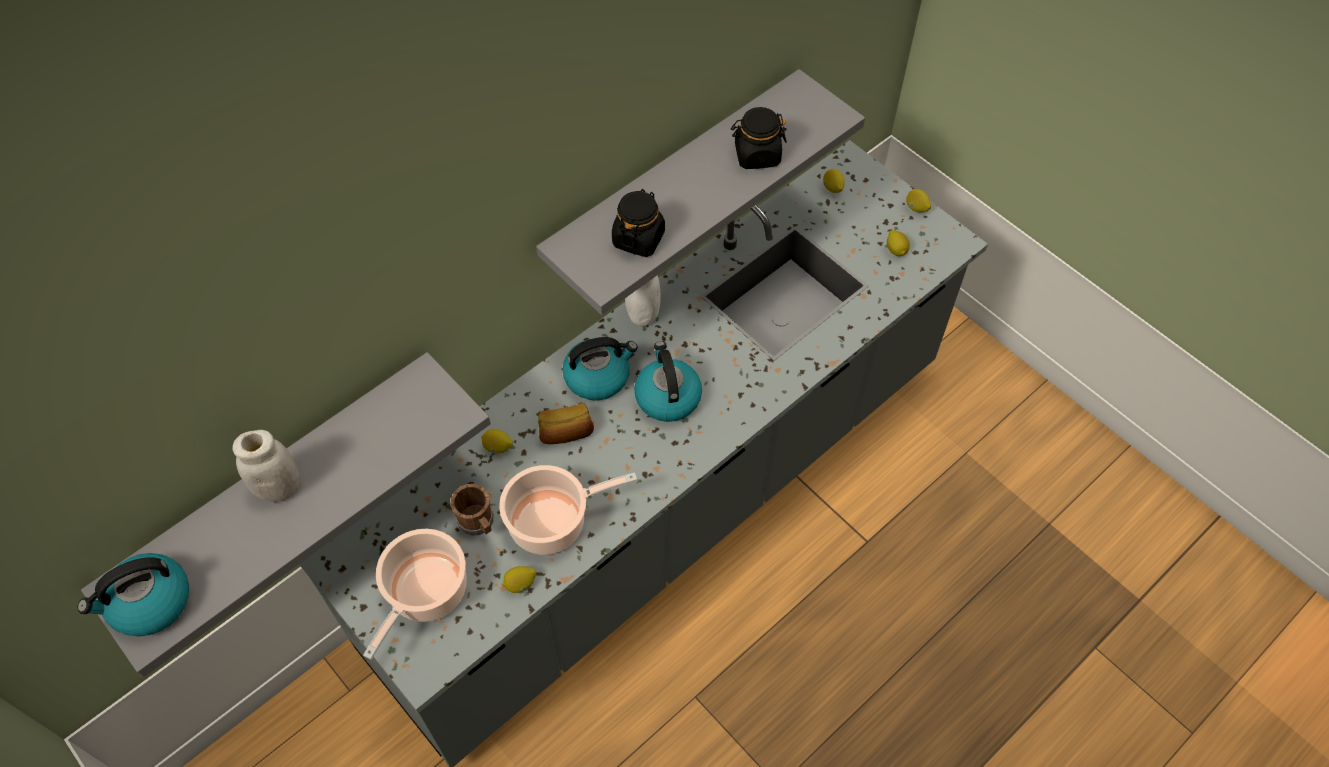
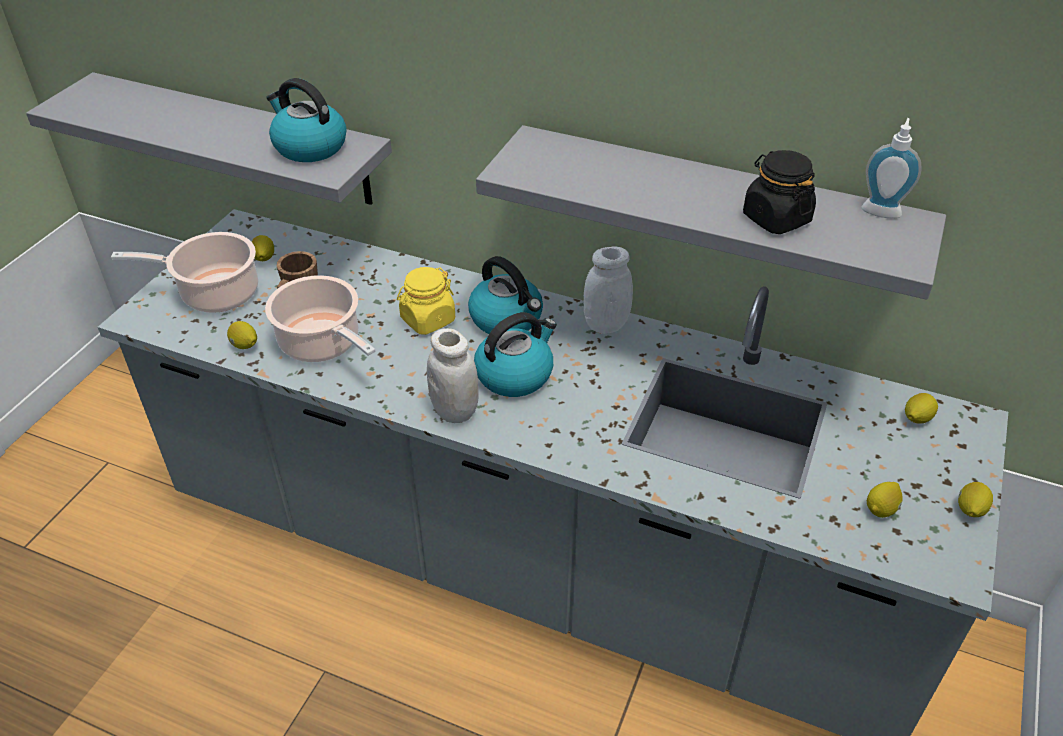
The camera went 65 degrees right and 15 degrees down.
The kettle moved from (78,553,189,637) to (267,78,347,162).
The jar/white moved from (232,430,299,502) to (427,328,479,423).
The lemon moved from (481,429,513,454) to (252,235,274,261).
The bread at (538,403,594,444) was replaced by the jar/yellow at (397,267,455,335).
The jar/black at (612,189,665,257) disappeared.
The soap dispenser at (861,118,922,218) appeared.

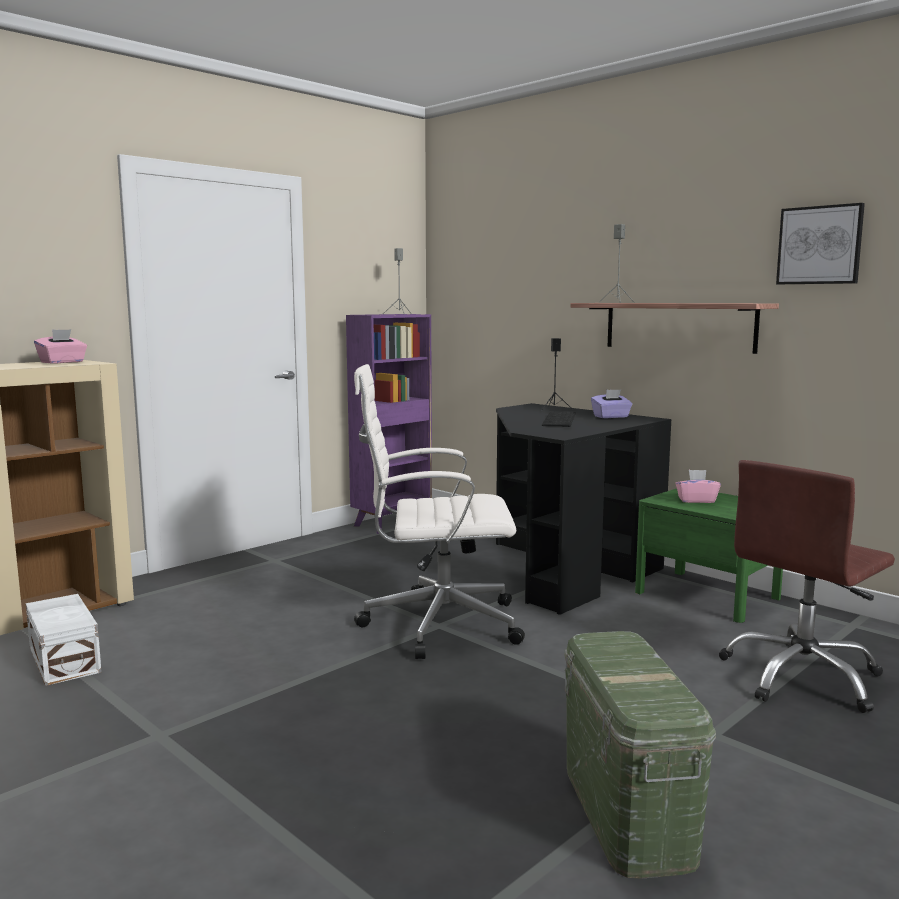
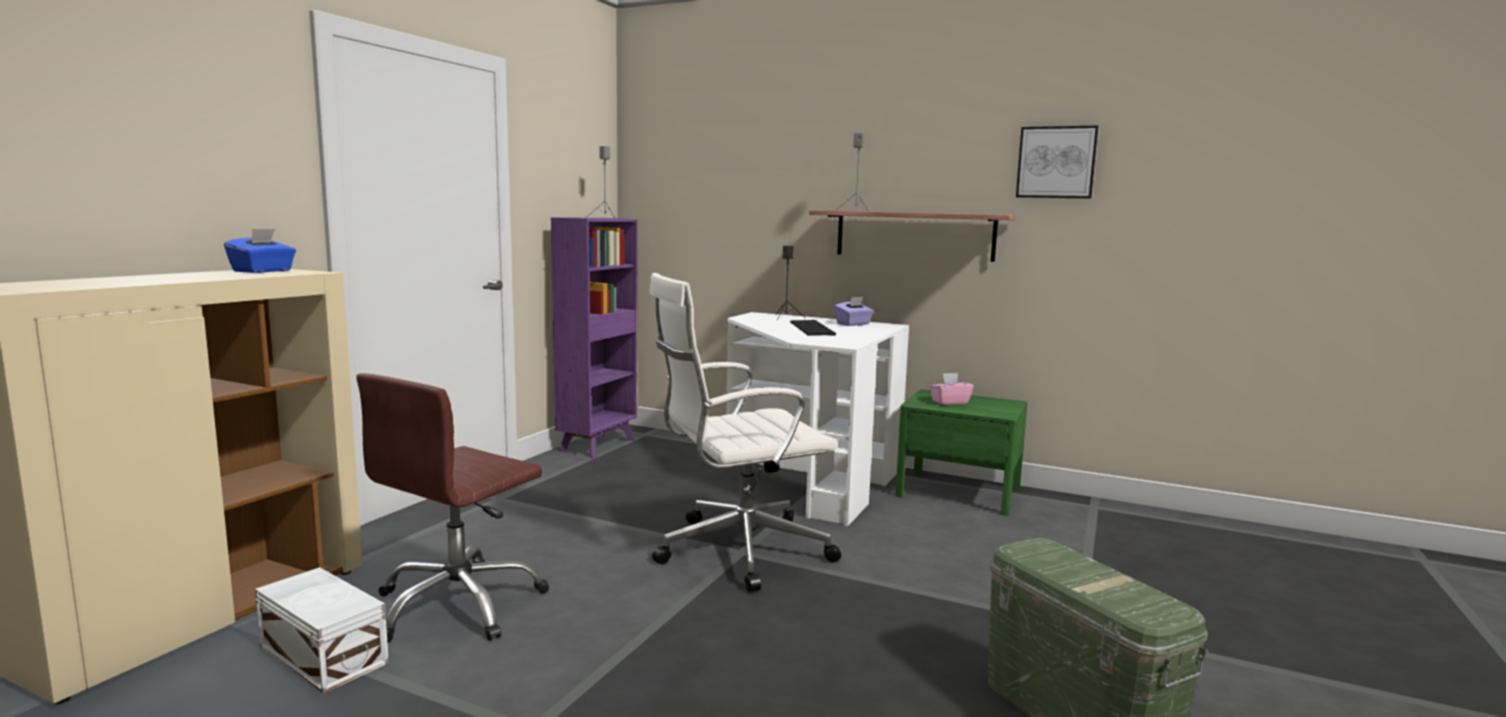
The camera went 20 degrees left and 0 degrees up.
The tissue box/pink at (34,329,87,364) became the tissue box/blue at (224,229,296,273).
The desk/black at (496,403,671,615) became the desk/white at (726,312,909,526).
The office chair/brown moved from (719,460,895,713) to (356,373,549,643).

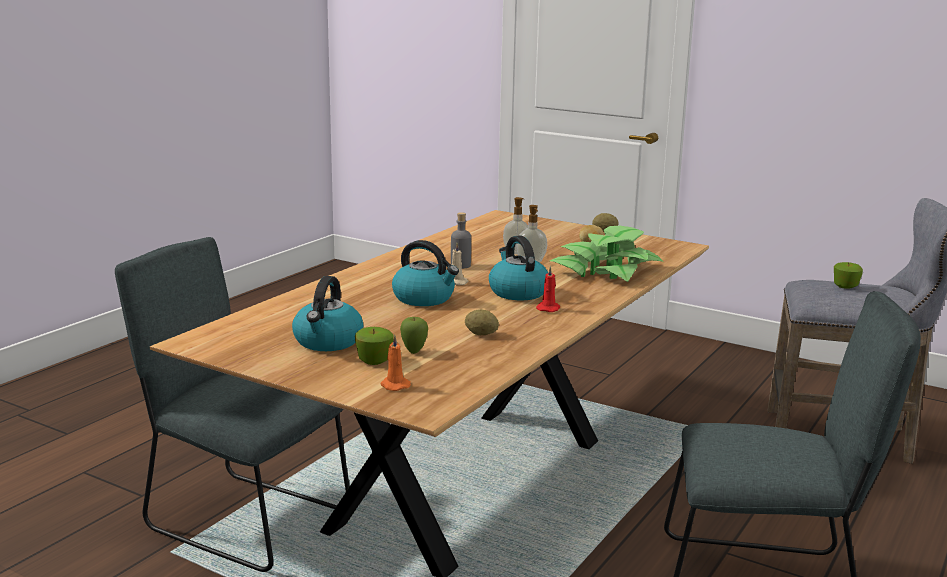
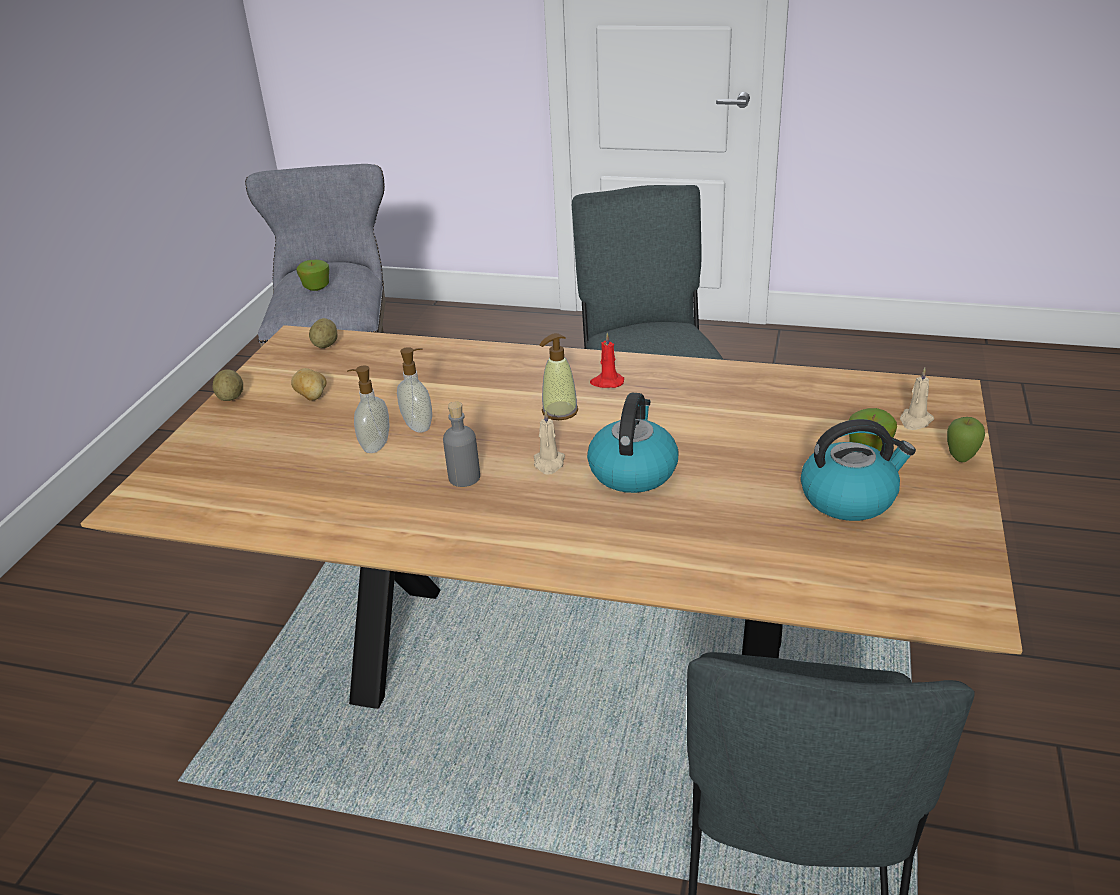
The camera went 105 degrees left and 15 degrees up.
The candle/orange at (380,335,411,391) became the candle/beige at (900,368,934,430).
The apple moved from (400,317,428,354) to (947,417,985,462).
The potato moved from (465,309,499,335) to (309,318,337,348).
The kettle at (489,236,548,300) was replaced by the soap dispenser at (539,333,578,420).
The potted plant at (550,226,664,282) disappeared.

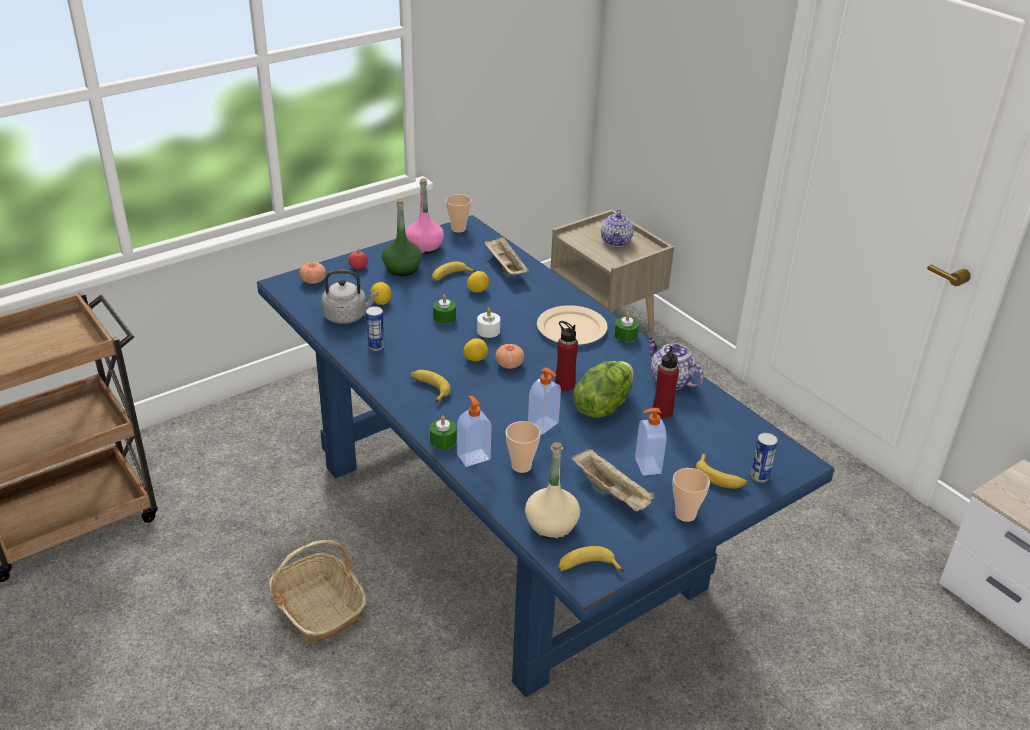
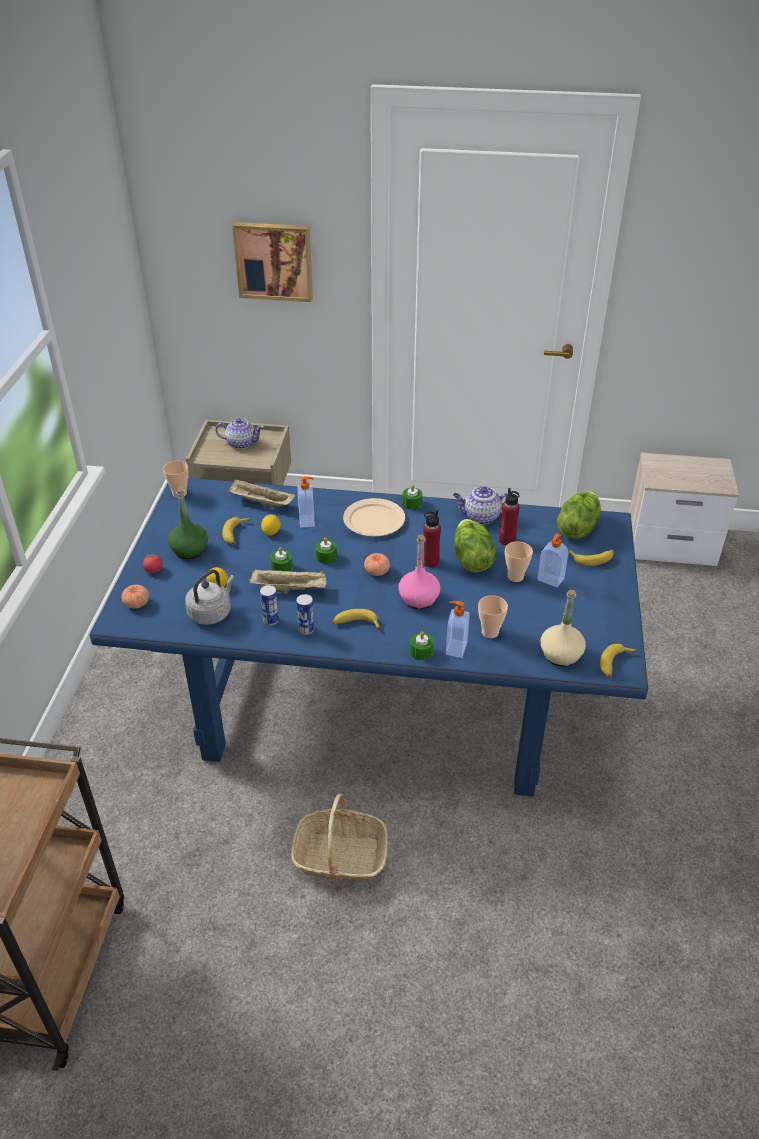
The camera went 45 degrees left and 5 degrees up.
The bottle/pink moved from (405,178,444,254) to (398,535,440,609).
The lemon at (463,338,488,361) disappeared.
The candle/white at (477,308,500,338) became the candle/green at (315,537,337,564).
The soap dispenser moved from (528,367,561,434) to (298,476,315,528).
The tray/beige moved from (571,449,655,511) to (250,569,326,593).
The teapot at (601,209,634,247) turned 45 degrees counterclockwise.
The cup moved from (672,468,710,522) to (505,541,533,582).
The can moved from (750,433,778,483) to (296,594,314,635).
The picture at (232,222,313,302) appeared.
The lettuce at (557,491,601,539) appeared.

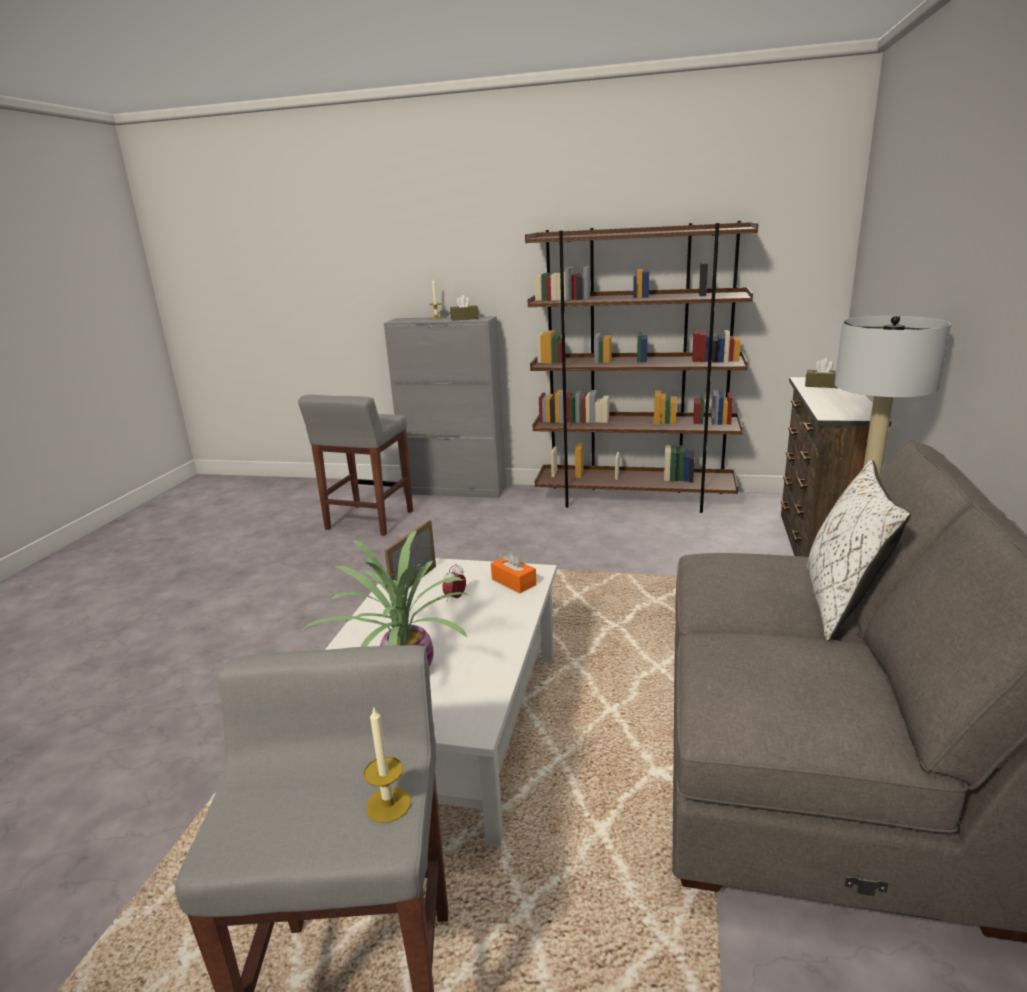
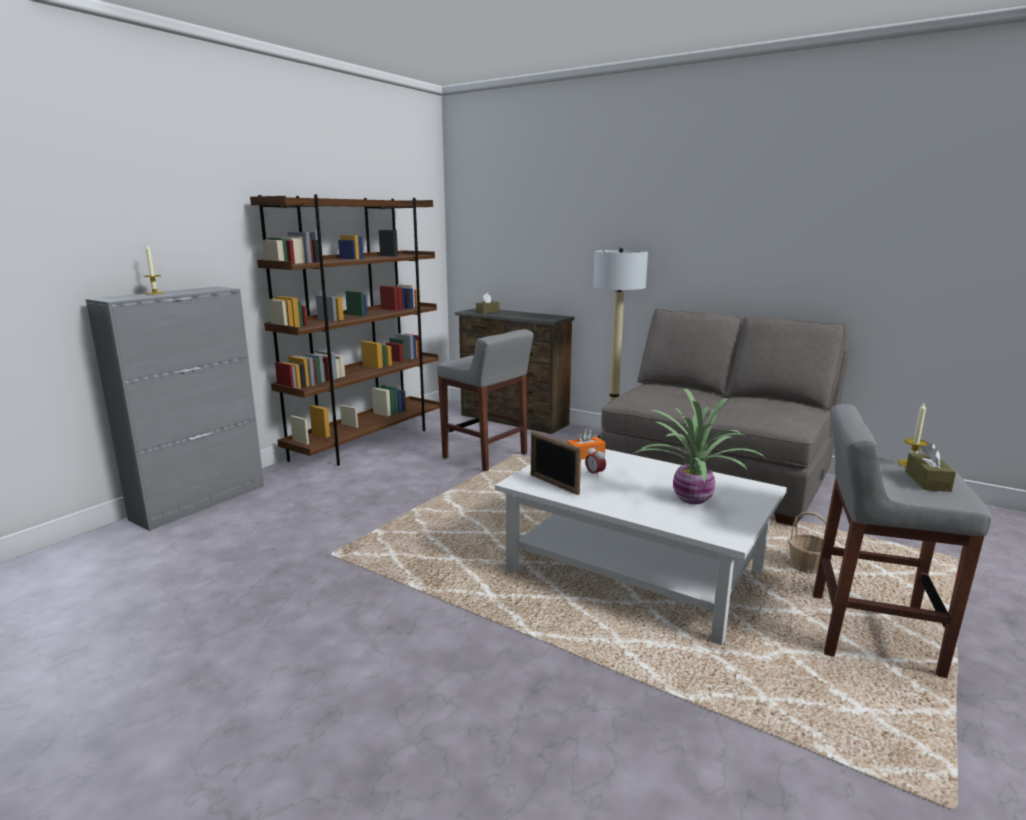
The camera went 70 degrees left and 5 degrees down.
The stool/grey moved from (298,395,413,536) to (437,329,534,471).
The tissue box/brown moved from (450,295,479,321) to (905,443,956,492).
The pillow/white at (807,460,911,641) disappeared.
The basket at (788,512,827,574) appeared.

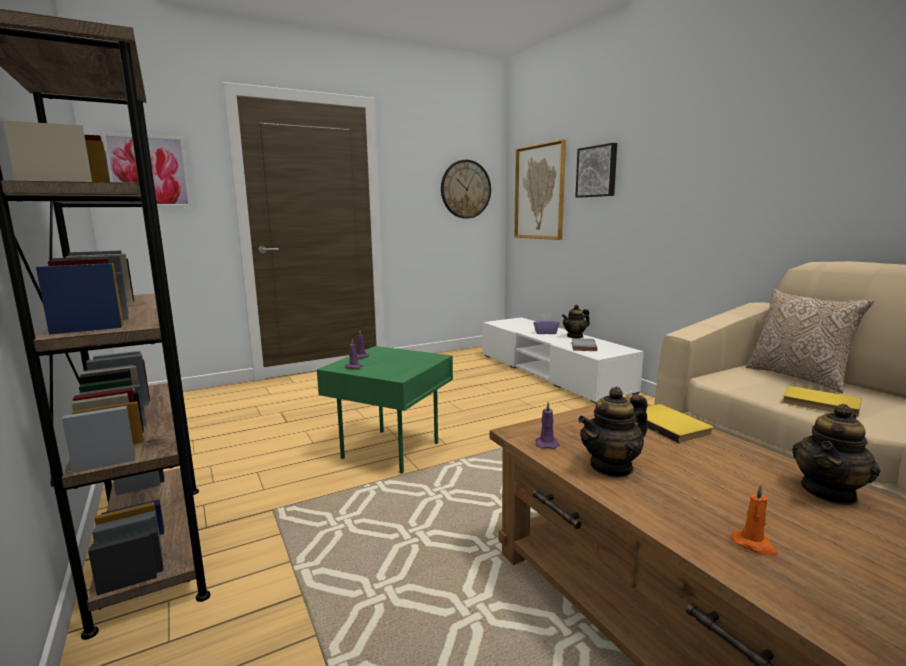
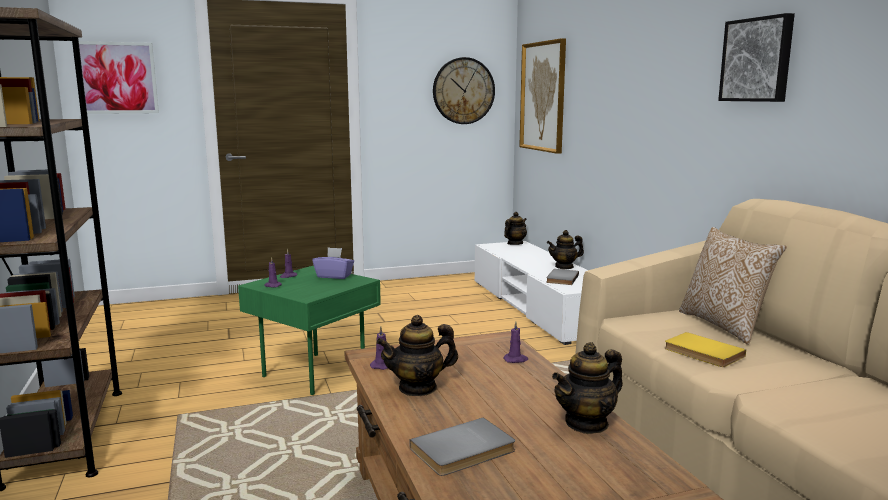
The camera went 10 degrees right and 0 degrees up.
The tissue box/purple moved from (533,314,559,334) to (312,247,354,279).
The picture moved from (575,143,617,198) to (718,13,795,102).
The book/yellow at (635,404,713,444) was replaced by the candle/purple at (503,322,528,363).
The candle/orange at (731,485,778,556) was replaced by the book/grey at (409,418,515,476).
The teapot at (504,212,527,245) appeared.

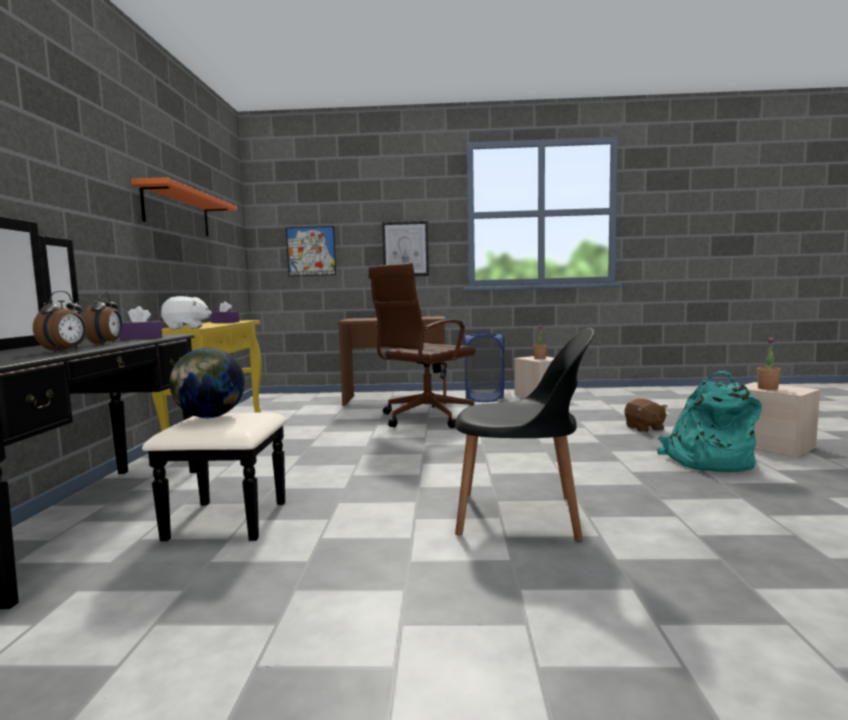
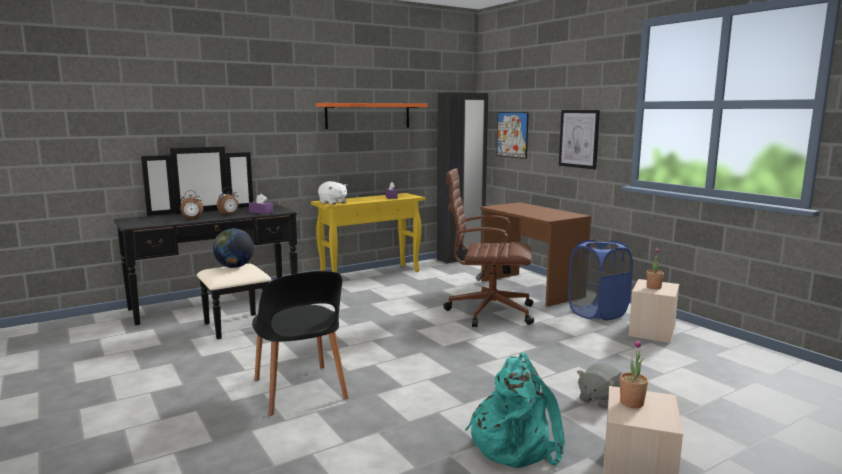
The camera went 55 degrees right and 5 degrees up.
The plush toy/brown at (624,398,668,432) became the plush toy/grey at (577,363,622,409).
The wardrobe/black at (437,92,488,264) appeared.

